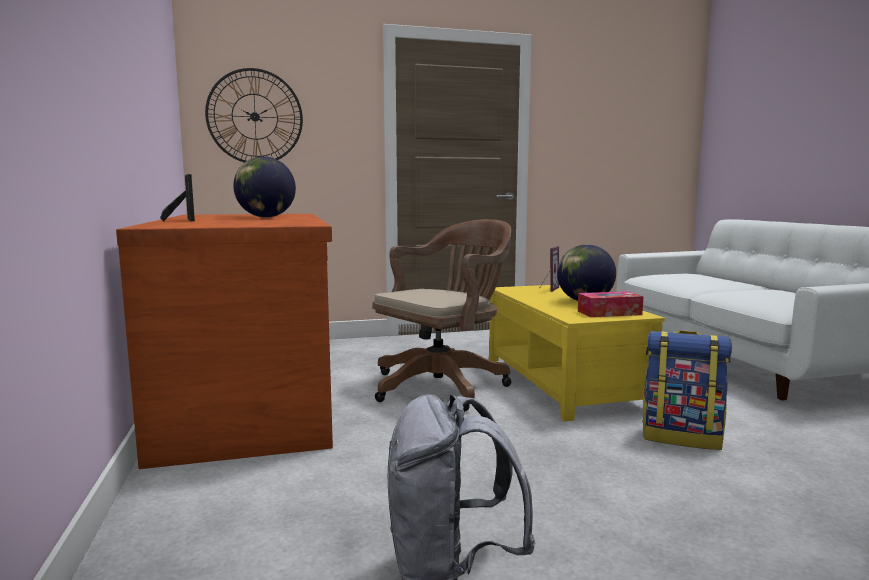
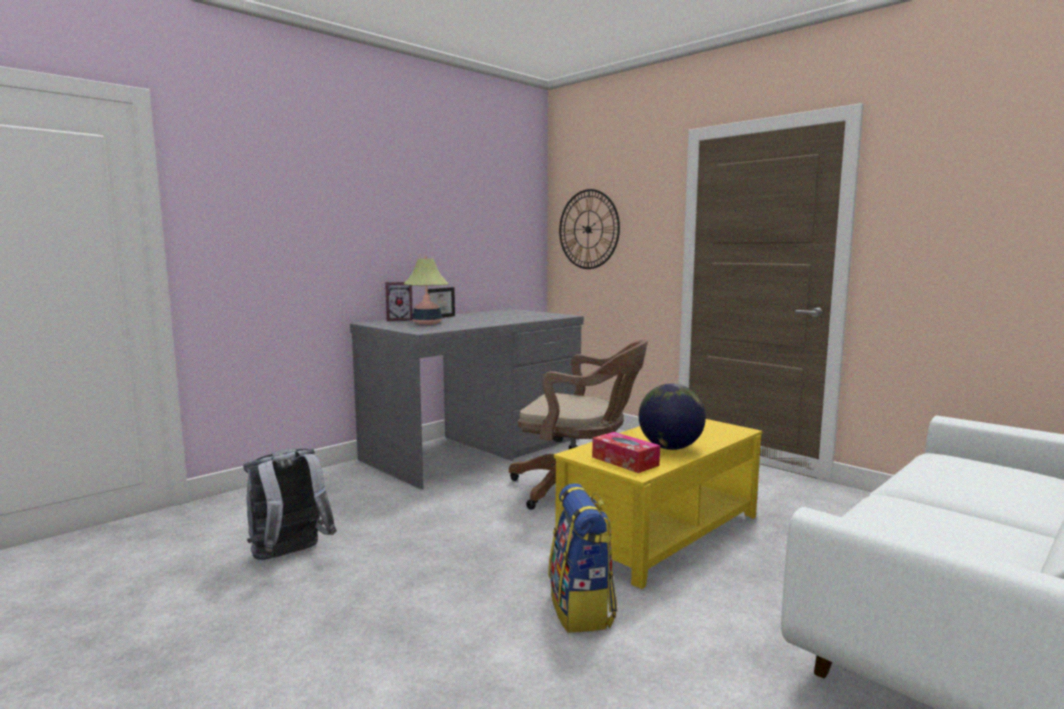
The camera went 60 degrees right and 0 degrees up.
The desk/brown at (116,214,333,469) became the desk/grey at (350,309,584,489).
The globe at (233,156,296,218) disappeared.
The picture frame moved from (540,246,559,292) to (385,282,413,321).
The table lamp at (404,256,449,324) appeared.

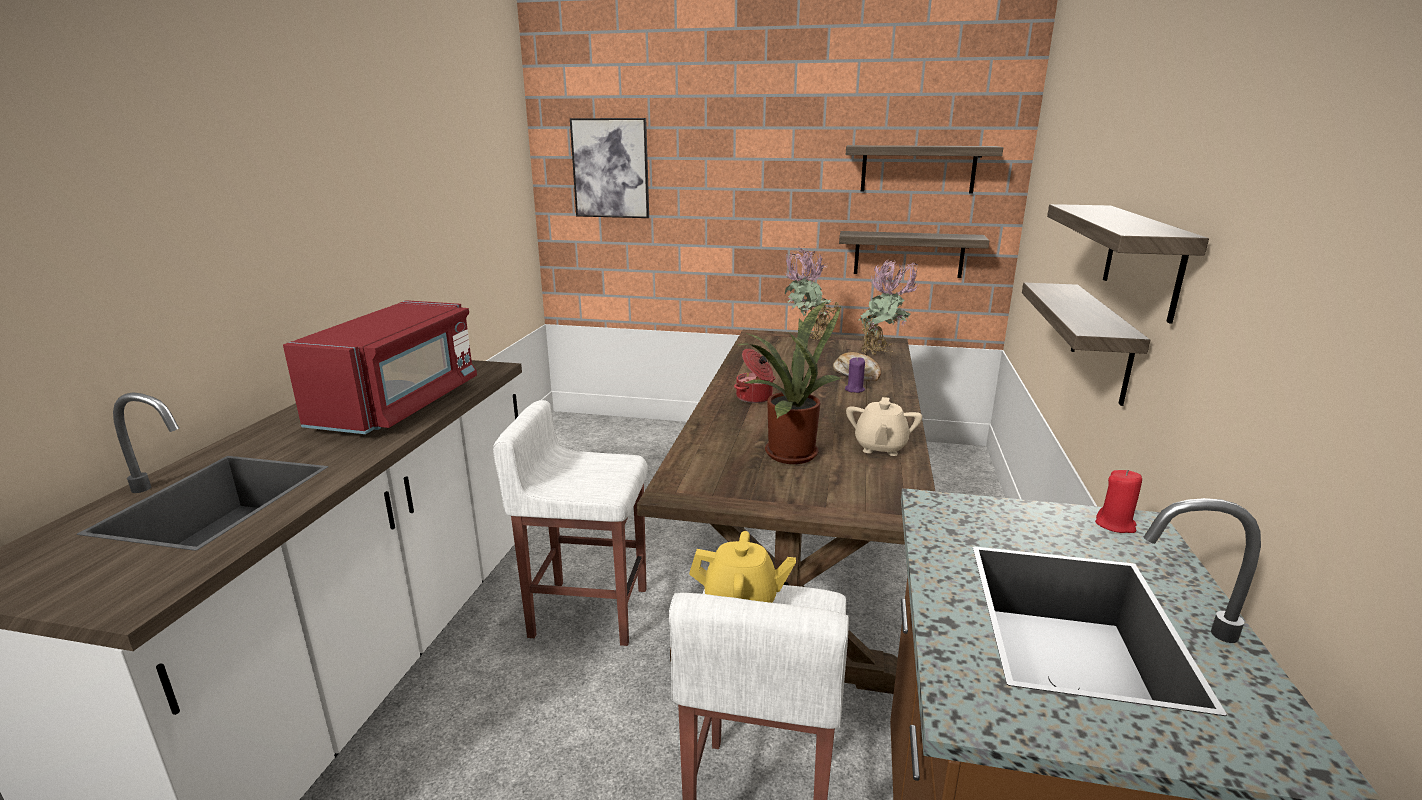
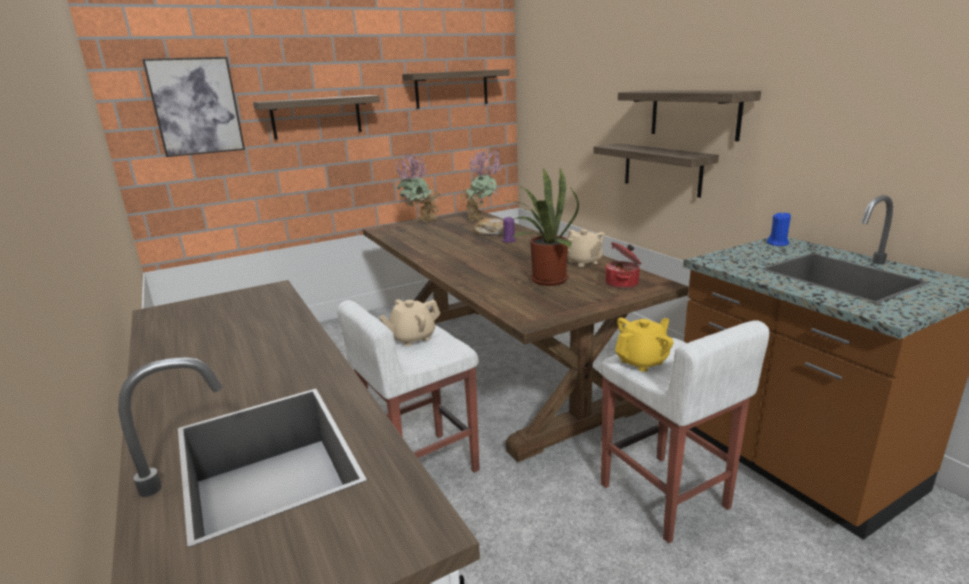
The camera went 40 degrees left and 0 degrees up.
The microwave/red at (283,300,477,434) disappeared.
The cooking pot moved from (734,349,775,403) to (604,242,641,289).
The shelf moved from (839,231,989,278) to (253,95,380,140).
The candle/red at (1095,470,1142,533) became the candle/blue at (767,212,791,246).
The teapot/beige at (379,299,440,346) appeared.

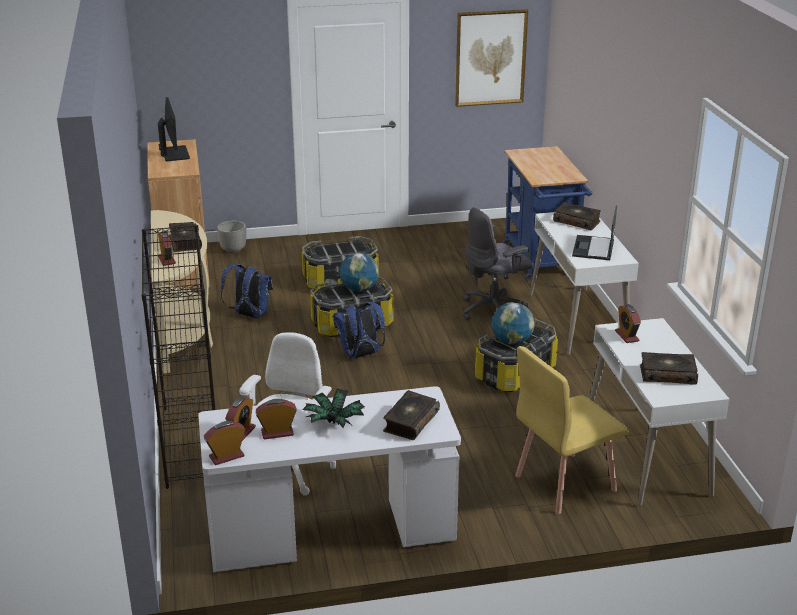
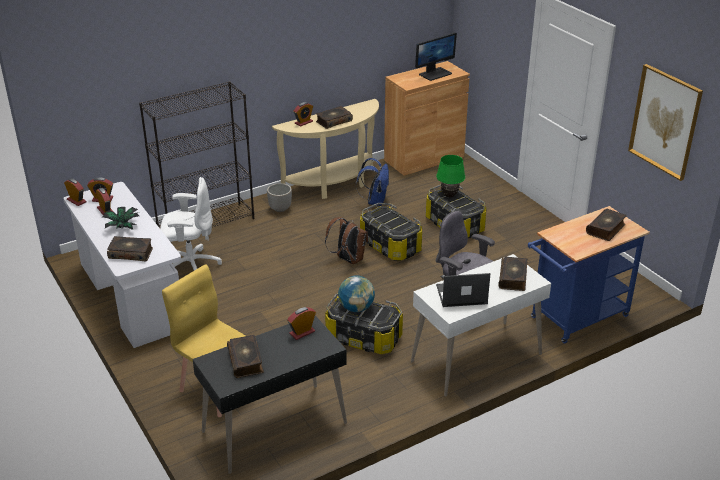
The camera went 70 degrees right and 5 degrees up.
The planter moved from (217,221,246,253) to (267,183,292,212).
The backpack/blue at (333,302,385,359) became the backpack/brown at (325,217,369,264).
The globe at (340,253,379,292) disappeared.
The desk/white at (590,318,729,506) became the desk/black at (192,315,347,474).
The table lamp/green at (436,155,465,198) appeared.
The book at (586,209,627,241) appeared.

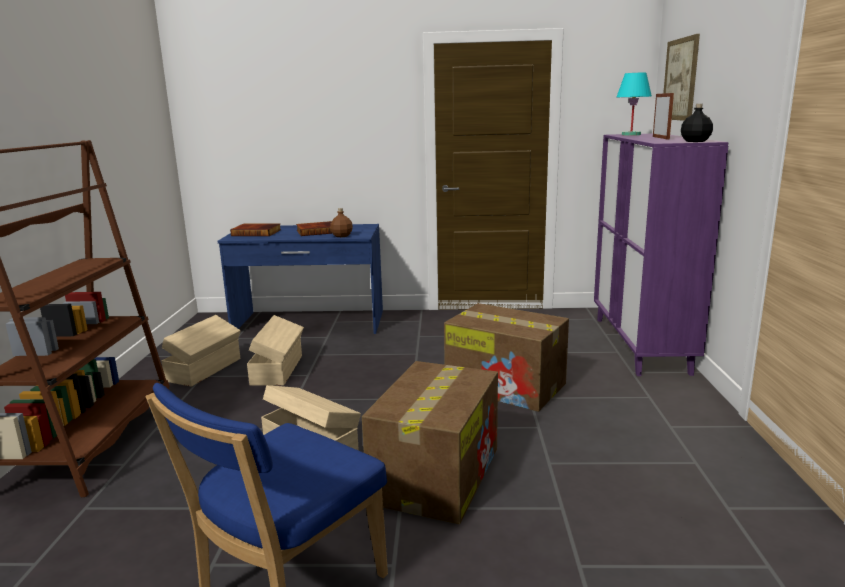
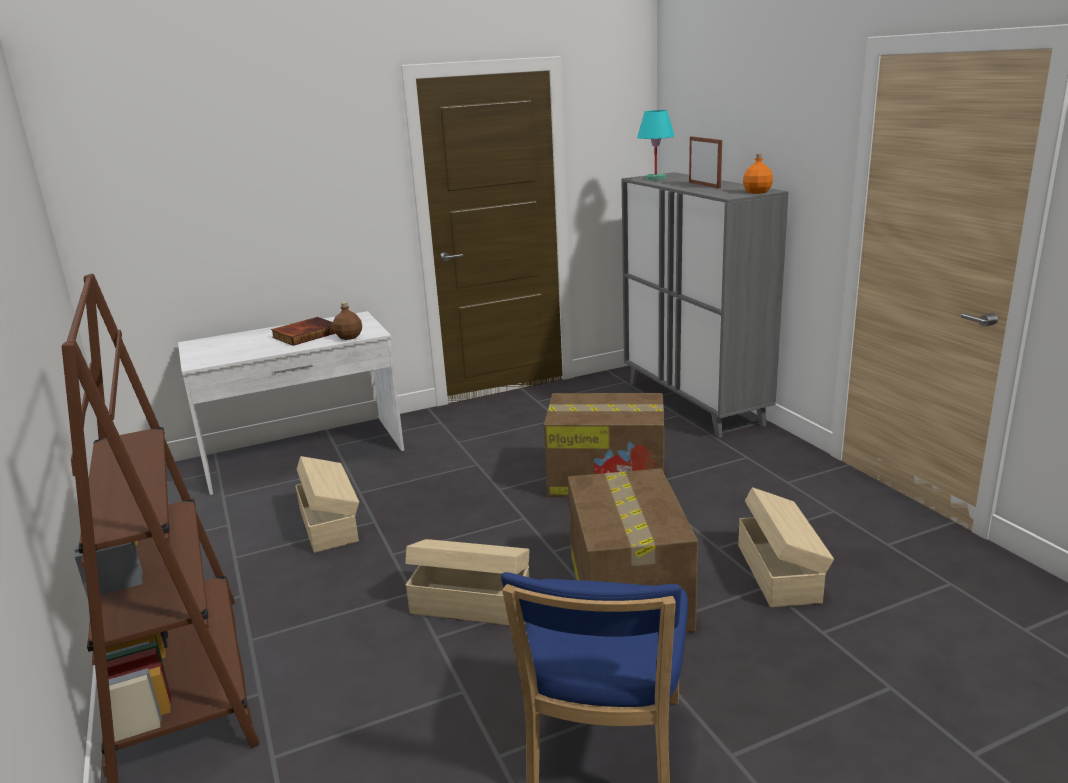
The camera went 25 degrees left and 5 degrees up.
The storage box/beige moved from (162,315,241,387) to (738,487,834,607).
The desk/blue at (217,224,383,334) became the desk/white at (178,311,404,495).
The book at (230,224,280,236) disappeared.
The cabinet/purple at (594,134,728,376) became the cabinet/grey at (621,172,788,438).
The picture at (663,34,700,121) disappeared.
The bottle/black at (681,104,713,142) became the bottle/orange at (743,154,773,194).

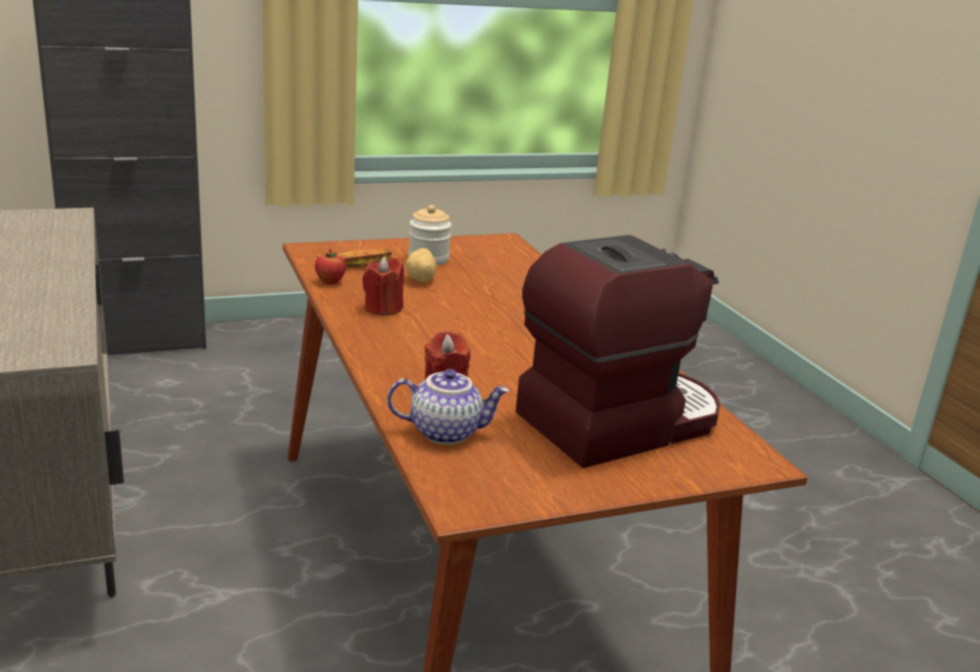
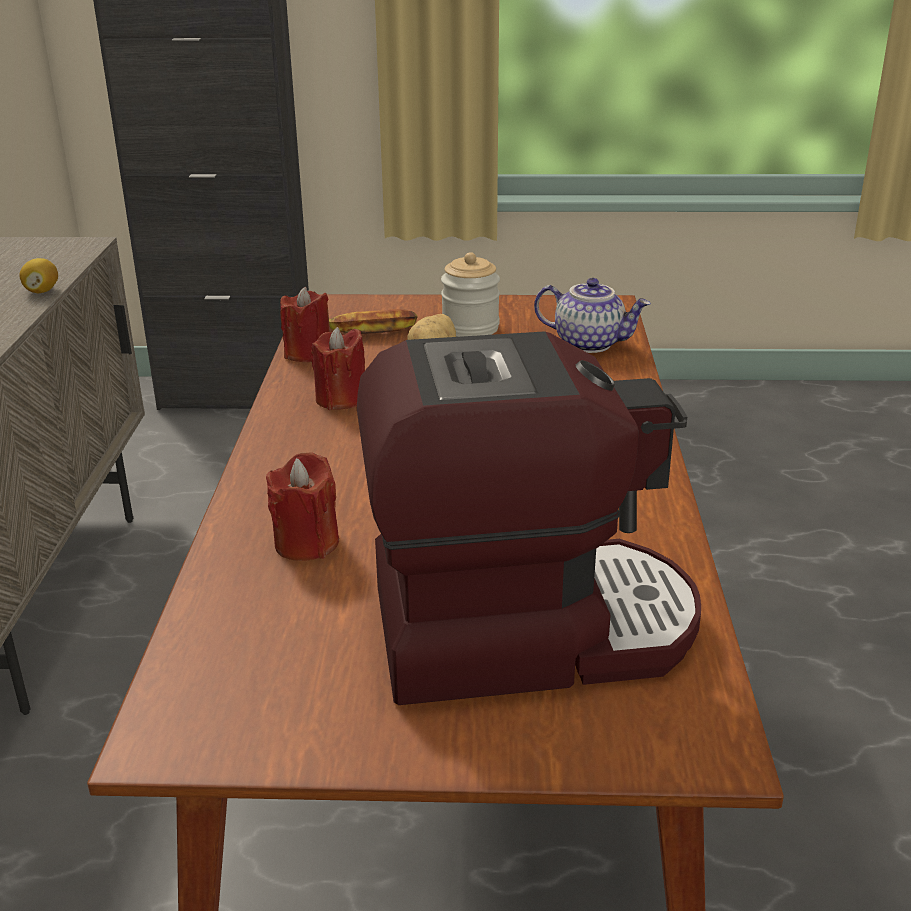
The camera went 25 degrees right and 5 degrees up.
The apple at (315,250,346,285) was replaced by the candle/red at (280,287,330,362).
The teapot moved from (387,369,510,445) to (534,278,651,353).
The lemon at (19,258,58,293) appeared.

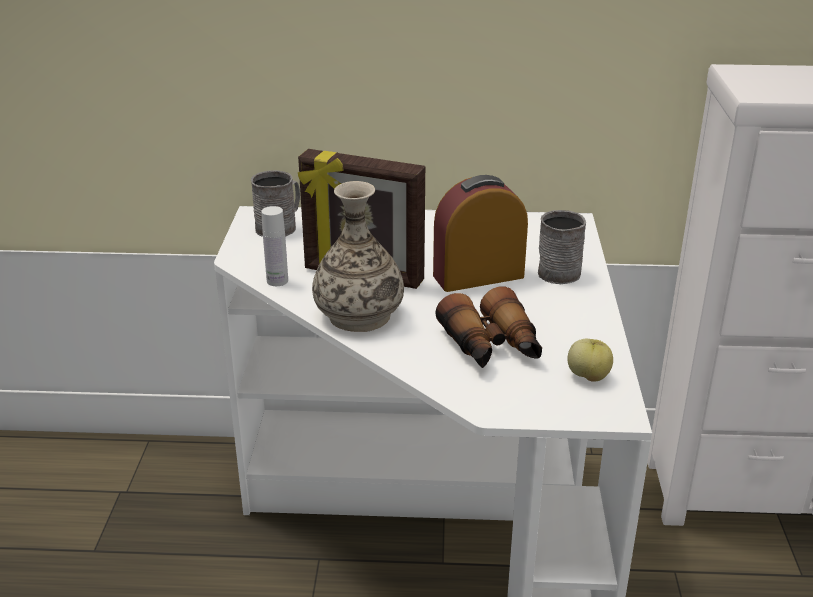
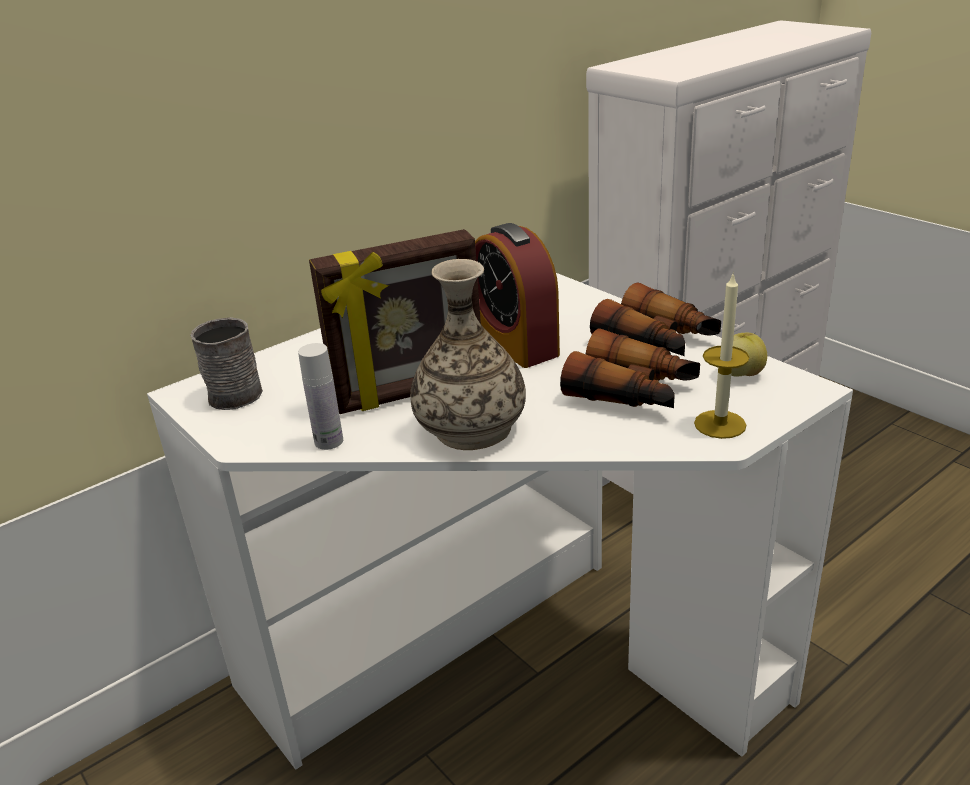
The camera went 40 degrees left and 0 degrees up.
The alarm clock at (433,175,528,292) turned 60 degrees counterclockwise.
The mug/grey at (538,210,586,284) disappeared.
The binoculars at (590,282,721,356) appeared.
The candle at (694,272,749,439) appeared.

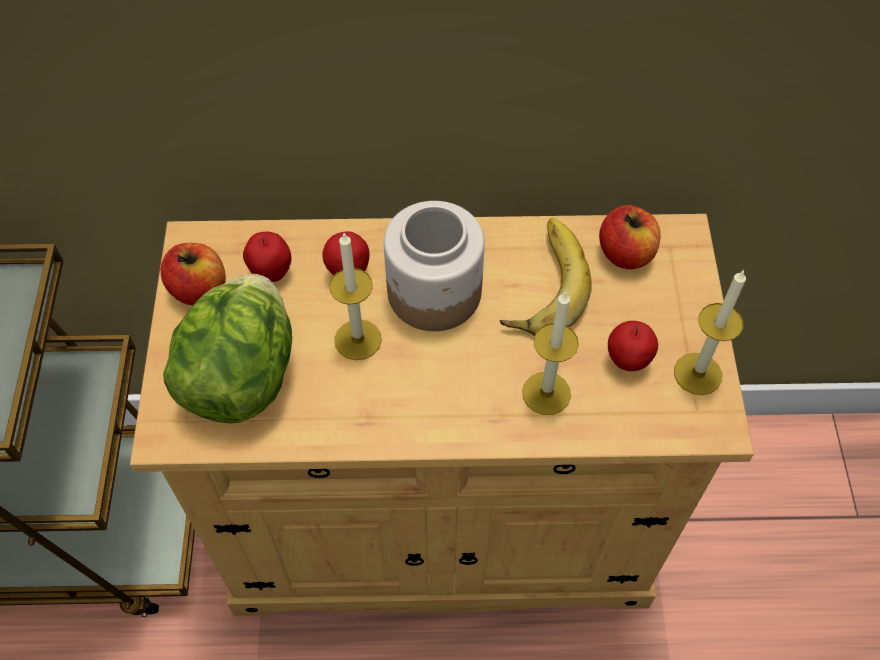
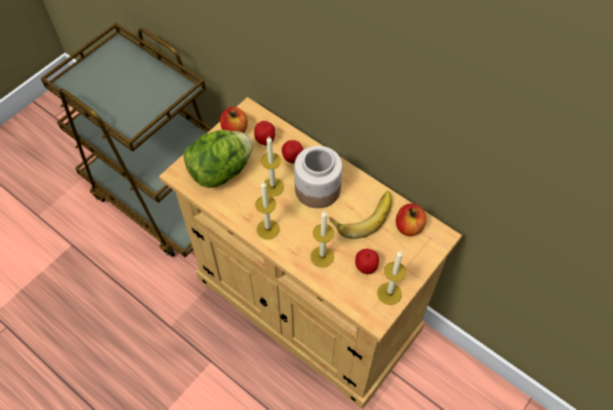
The camera went 40 degrees right and 0 degrees up.
The candle at (255,181,280,240) appeared.

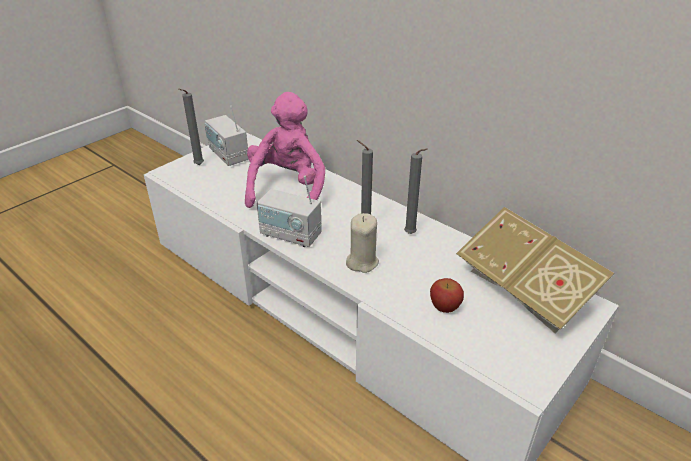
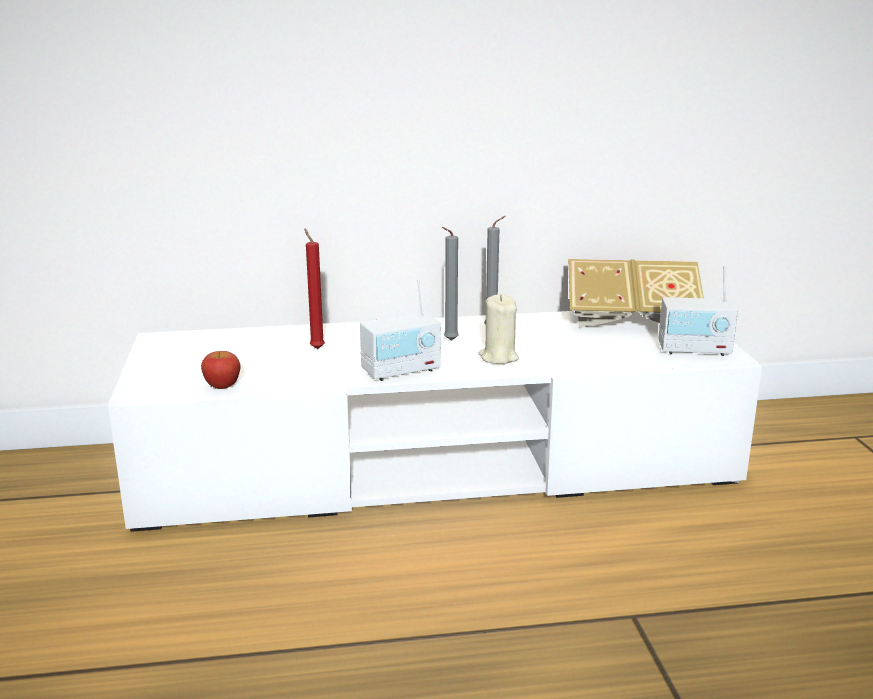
The camera went 50 degrees left and 15 degrees down.
The candle/grey at (178,89,204,165) disappeared.
The radio moved from (205,106,249,166) to (658,265,738,356).
The plush toy/pink at (245,92,325,208) was replaced by the candle/red at (304,229,325,349).
The apple moved from (430,278,464,313) to (201,351,240,389).

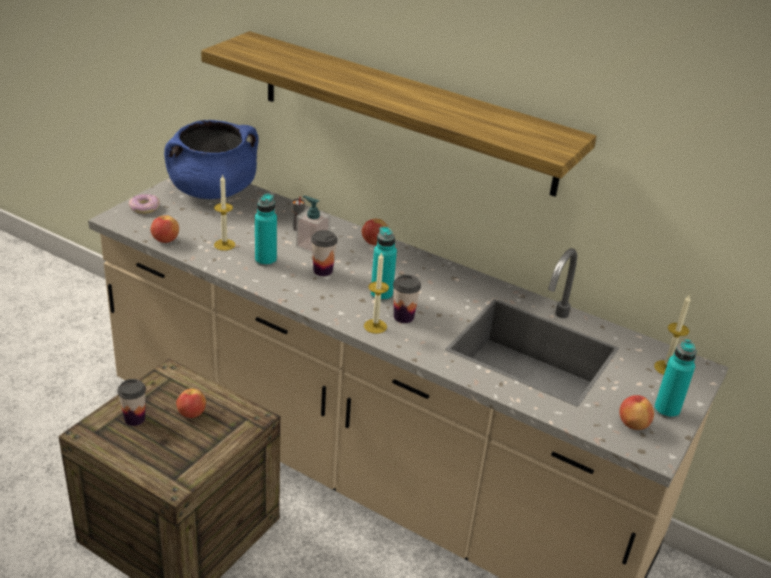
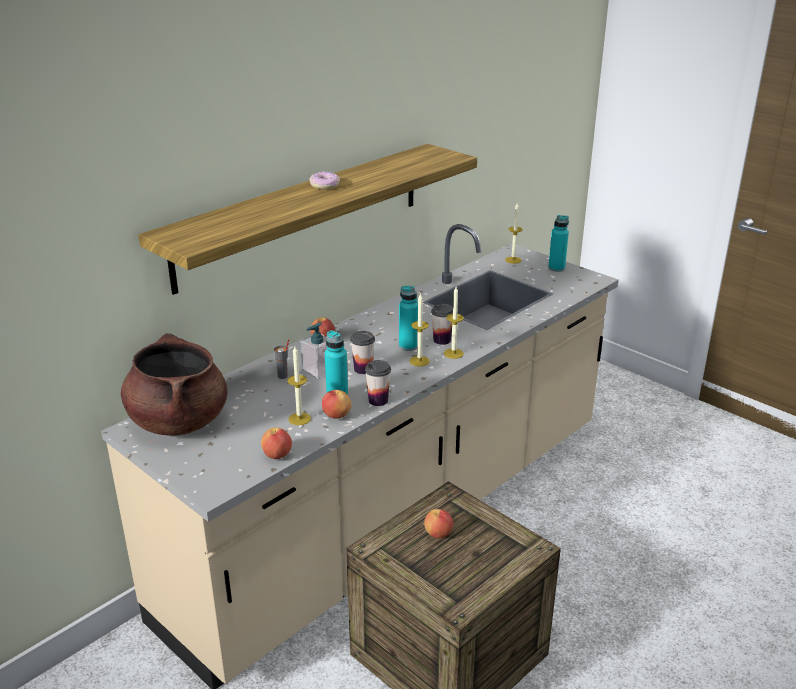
The camera went 75 degrees left and 5 degrees down.
The cup moved from (117,379,146,426) to (365,360,391,406).
The donut moved from (129,194,160,214) to (309,171,340,190).
The cooking pot/blue at (164,120,259,199) became the cooking pot/brown at (121,333,228,435).
The apple moved from (619,395,654,430) to (322,390,351,419).
The candle at (409,293,430,367) appeared.

